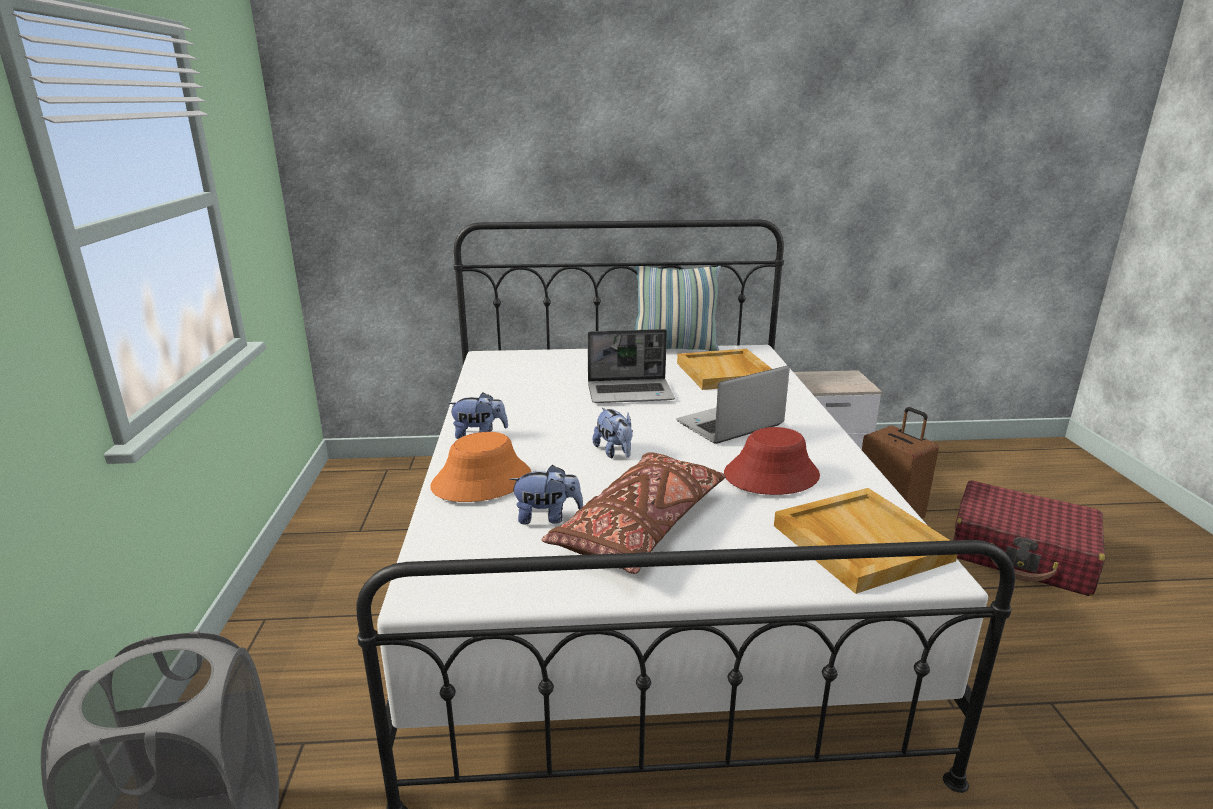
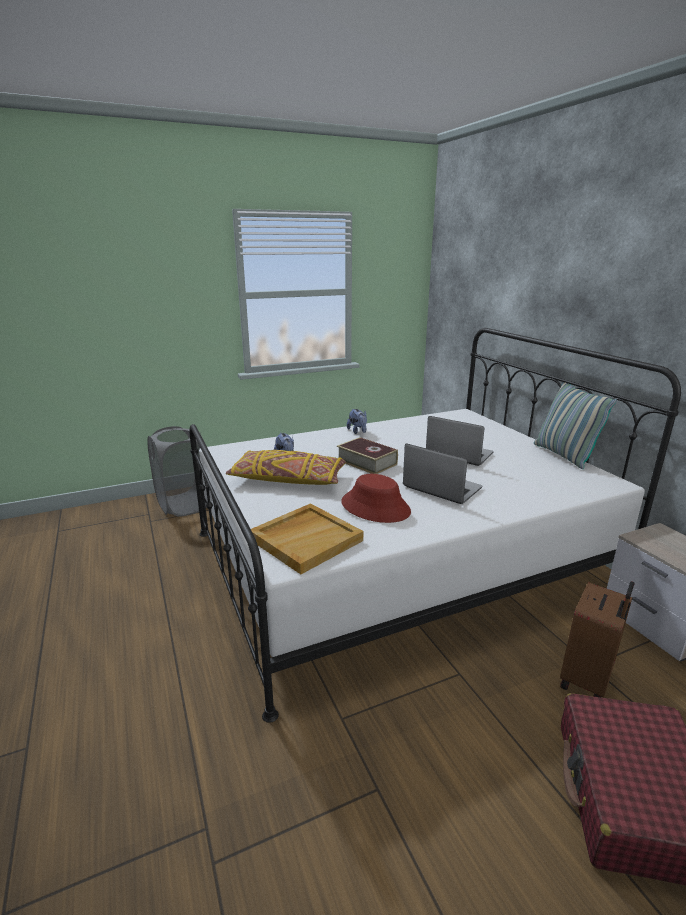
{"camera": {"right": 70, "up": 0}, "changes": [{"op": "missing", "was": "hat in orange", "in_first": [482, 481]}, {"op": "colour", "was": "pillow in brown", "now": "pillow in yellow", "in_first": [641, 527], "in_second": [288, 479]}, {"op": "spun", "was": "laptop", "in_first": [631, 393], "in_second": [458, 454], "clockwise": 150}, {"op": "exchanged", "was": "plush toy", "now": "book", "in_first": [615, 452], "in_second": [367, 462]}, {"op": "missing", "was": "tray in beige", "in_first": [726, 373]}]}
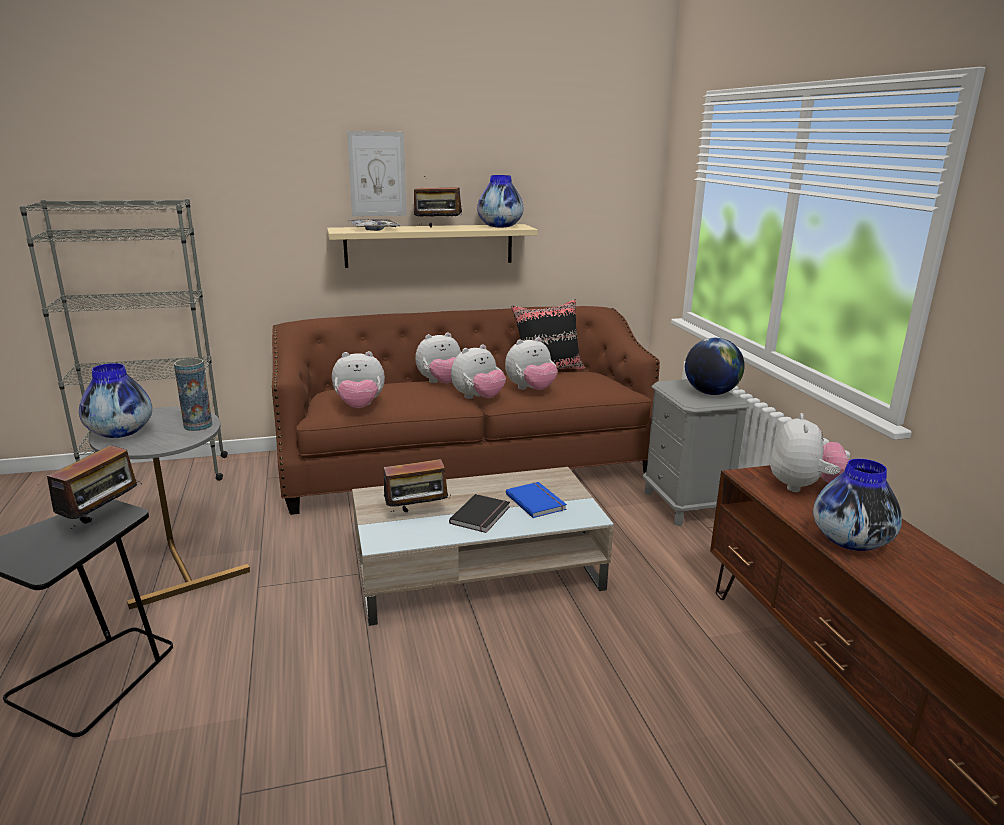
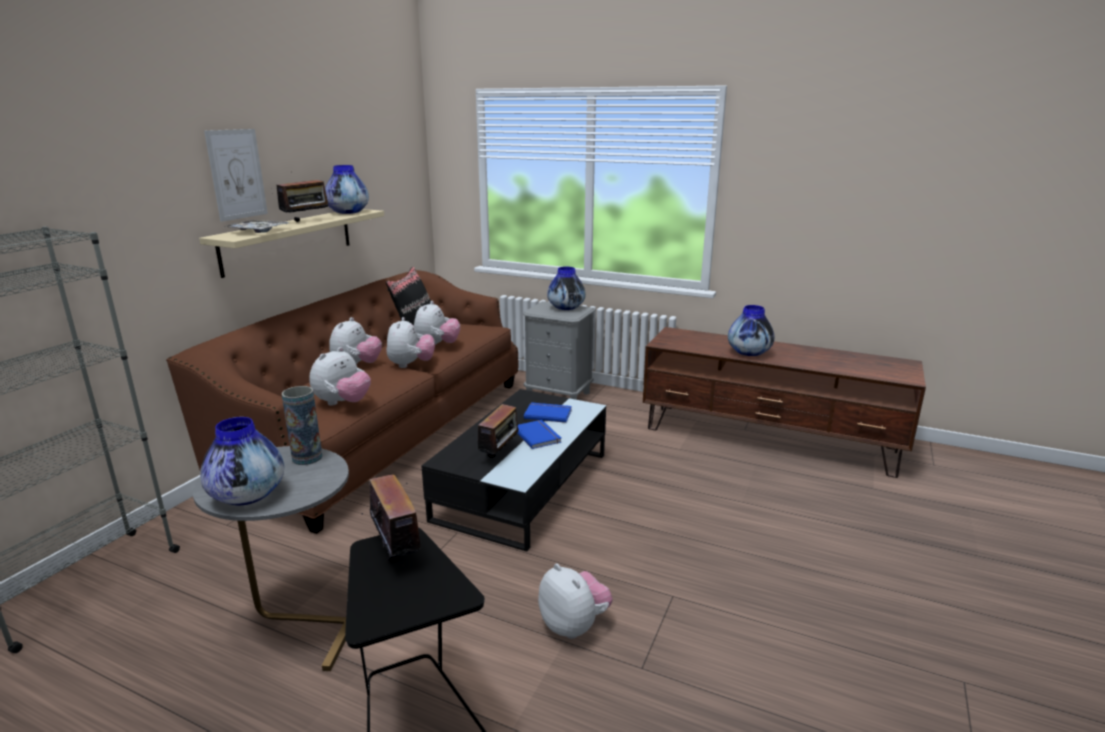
{"camera": {"right": -50, "up": 0}, "changes": [{"op": "colour", "was": "coffee table in beige", "now": "coffee table in black", "in_first": [477, 570], "in_second": [523, 486]}, {"op": "colour", "was": "book in black", "now": "book in blue", "in_first": [482, 515], "in_second": [538, 435]}, {"op": "exchanged", "was": "globe", "now": "vase", "in_first": [710, 393], "in_second": [566, 308]}, {"op": "relocated", "was": "plush toy", "in_first": [803, 487], "in_second": [574, 625]}]}
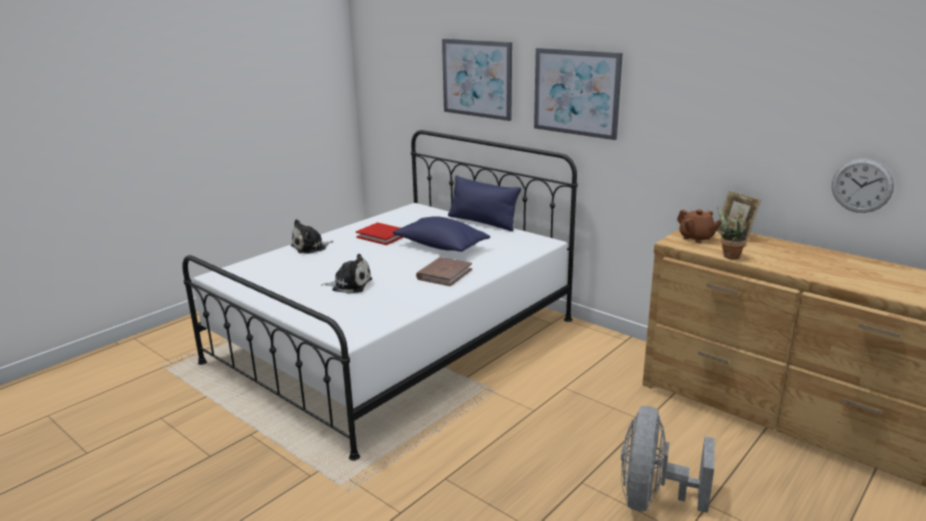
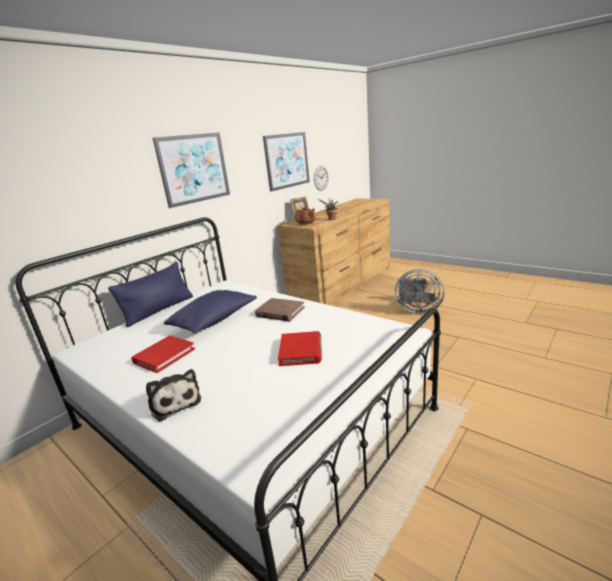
{"camera": {"right": -90, "up": 0}, "changes": [{"op": "exchanged", "was": "plush toy", "now": "book in red", "in_first": [349, 285], "in_second": [301, 351]}, {"op": "relocated", "was": "picture", "in_first": [477, 78], "in_second": [287, 160]}]}
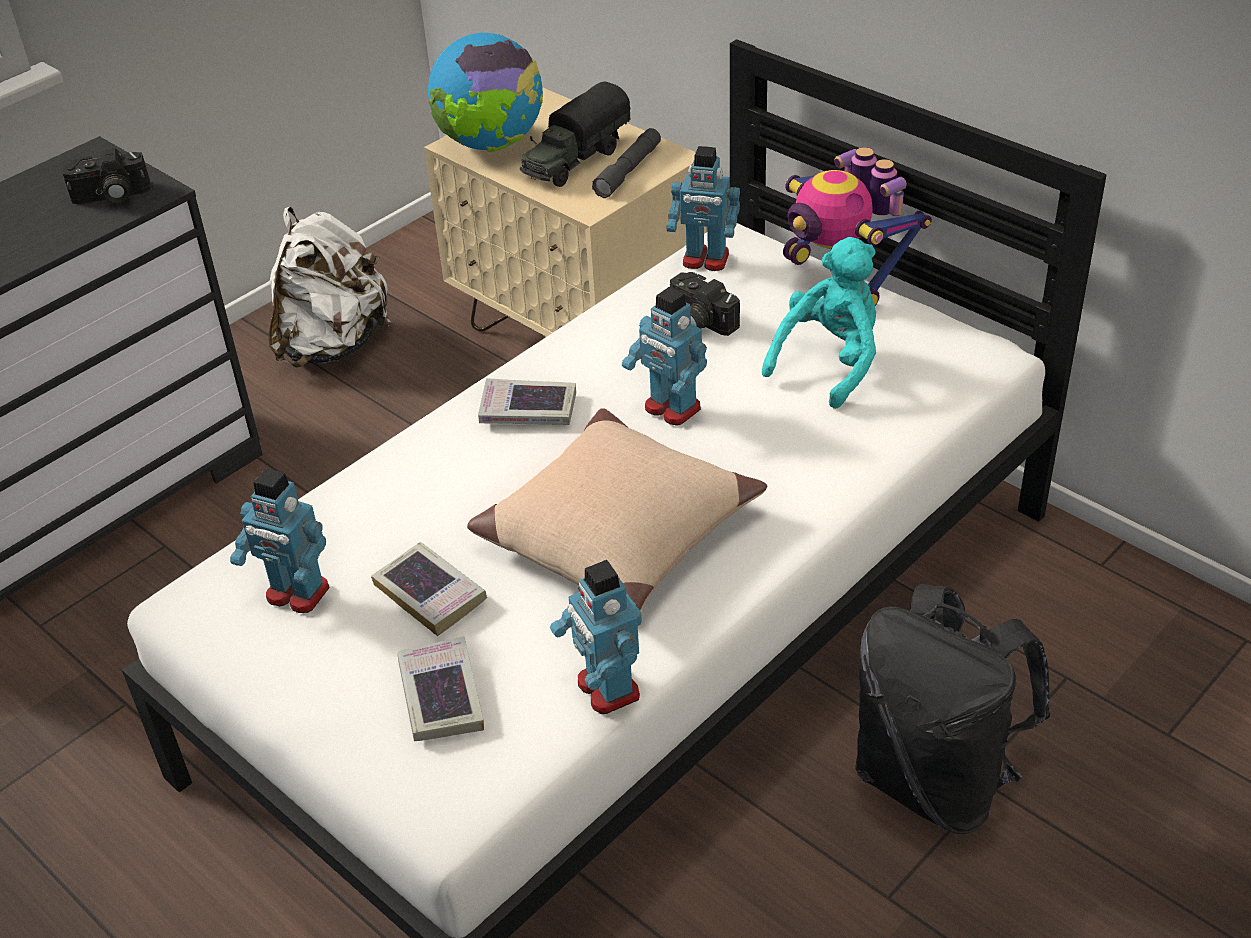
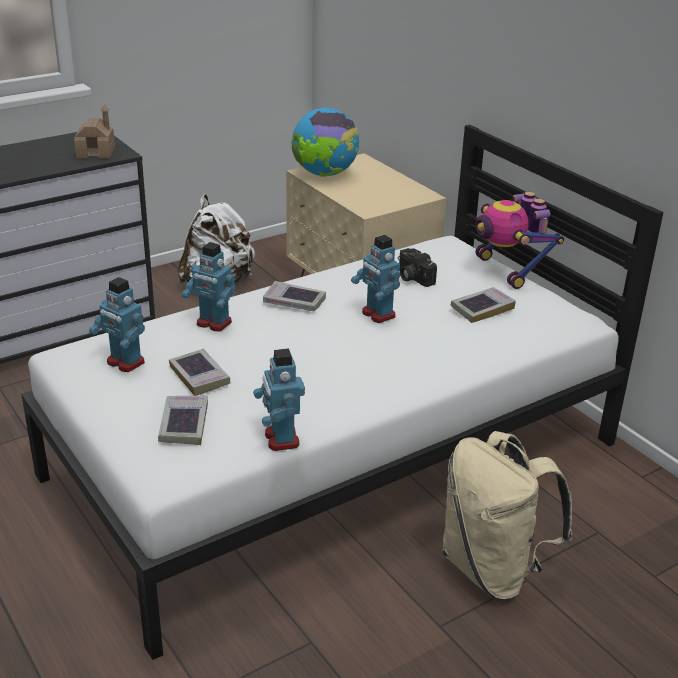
{"camera": {"right": 10, "up": -10}, "changes": [{"op": "exchanged", "was": "photo camera", "now": "toy house", "in_first": [111, 197], "in_second": [96, 152]}, {"op": "missing", "was": "pillow in beige", "in_first": [616, 531]}, {"op": "missing", "was": "toy truck", "in_first": [575, 161]}, {"op": "missing", "was": "flashlight in grey", "in_first": [628, 171]}, {"op": "relocated", "was": "toy robot", "in_first": [705, 260], "in_second": [213, 323]}, {"op": "exchanged", "was": "plush toy in turquoise", "now": "book", "in_first": [830, 363], "in_second": [482, 309]}, {"op": "colour", "was": "backpack in black", "now": "backpack in beige", "in_first": [935, 780], "in_second": [493, 570]}]}
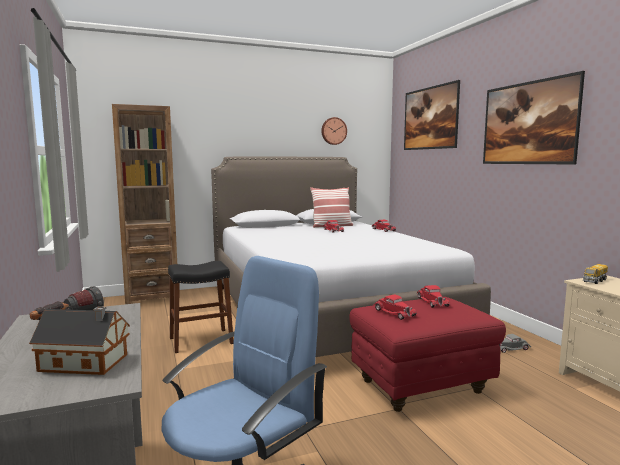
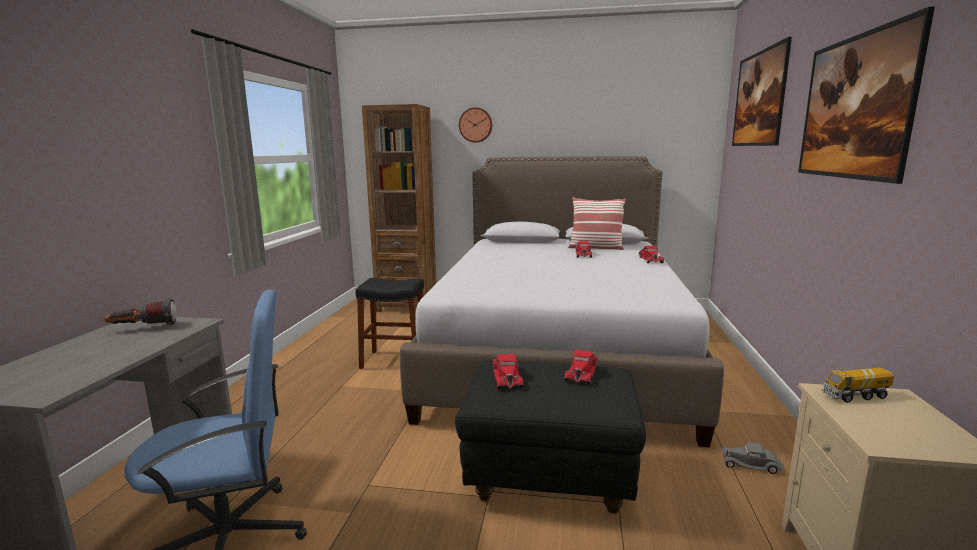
{"camera": {"right": 30, "up": 5}, "changes": [{"op": "missing", "was": "toy house", "in_first": [86, 363]}, {"op": "relocated", "was": "wall clock", "in_first": [333, 131], "in_second": [475, 125]}, {"op": "colour", "was": "ottoman in red", "now": "ottoman in black", "in_first": [421, 386], "in_second": [550, 478]}]}
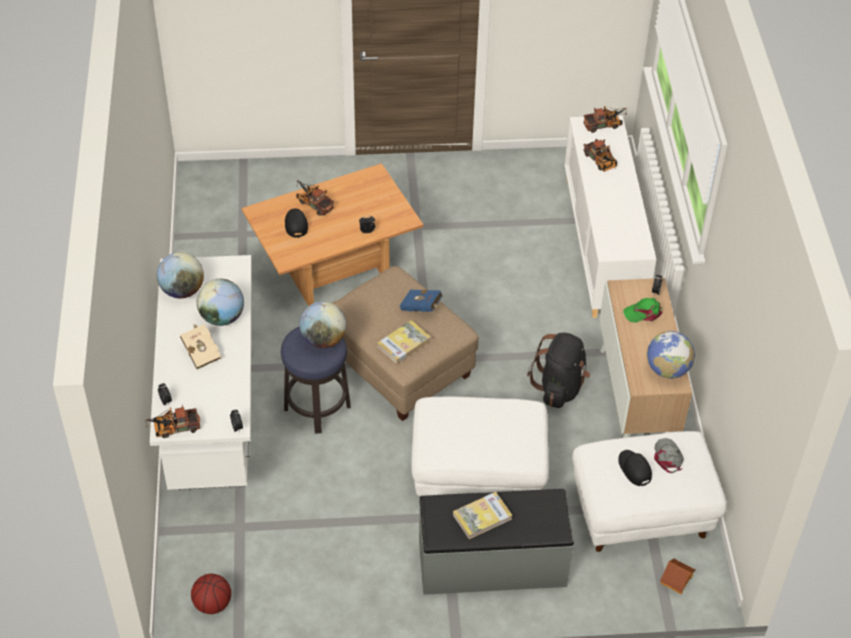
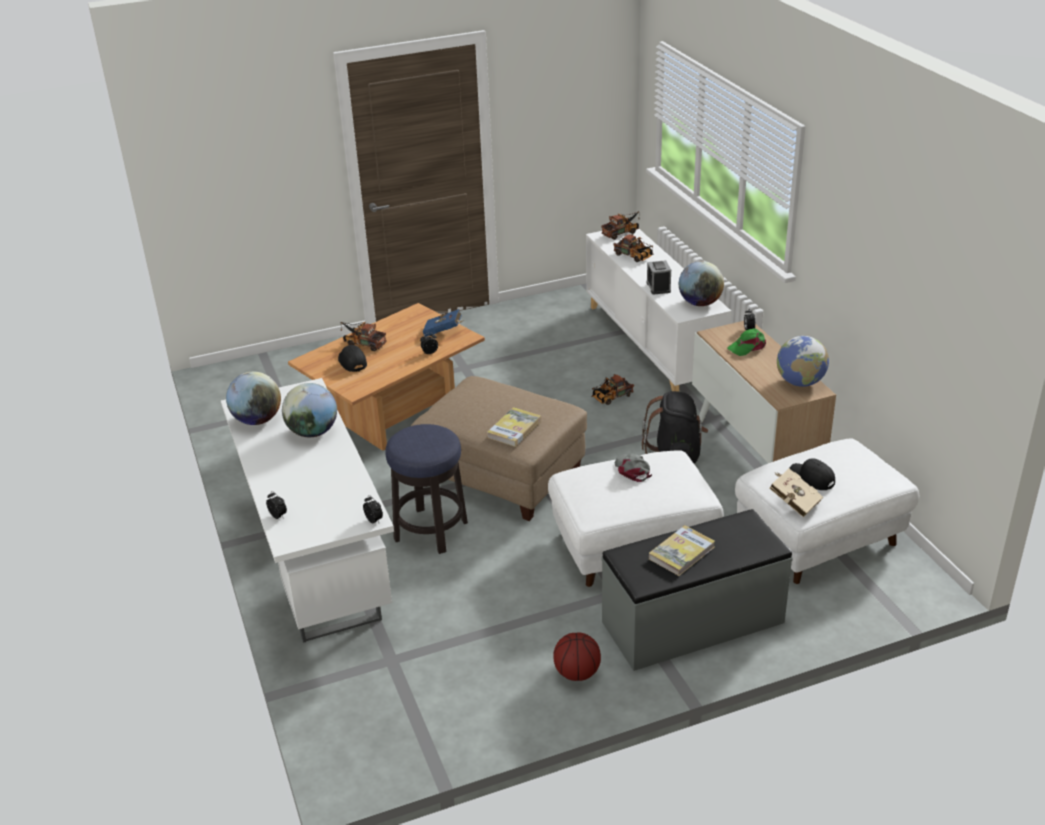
{"camera": {"right": -15, "up": -15}, "changes": [{"op": "relocated", "was": "toy truck", "in_first": [174, 428], "in_second": [610, 398]}, {"op": "relocated", "was": "book in beige", "in_first": [201, 352], "in_second": [793, 501]}, {"op": "relocated", "was": "basketball", "in_first": [213, 604], "in_second": [577, 673]}, {"op": "relocated", "was": "globe", "in_first": [323, 339], "in_second": [700, 303]}, {"op": "relocated", "was": "book in blue", "in_first": [422, 308], "in_second": [444, 332]}, {"op": "relocated", "was": "cap in grey", "in_first": [668, 457], "in_second": [632, 470]}, {"op": "missing", "was": "toy house", "in_first": [676, 580]}, {"op": "appeared", "now": "alarm clock", "in_second": [658, 287]}]}
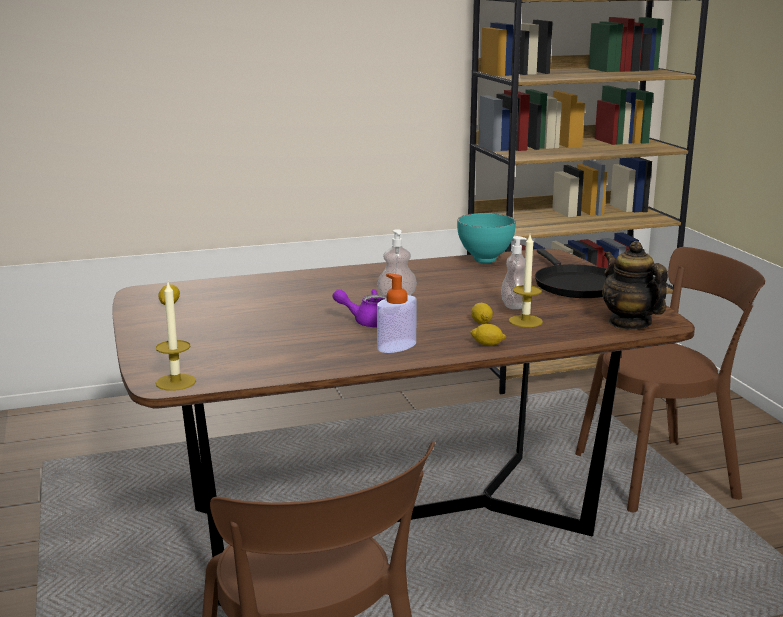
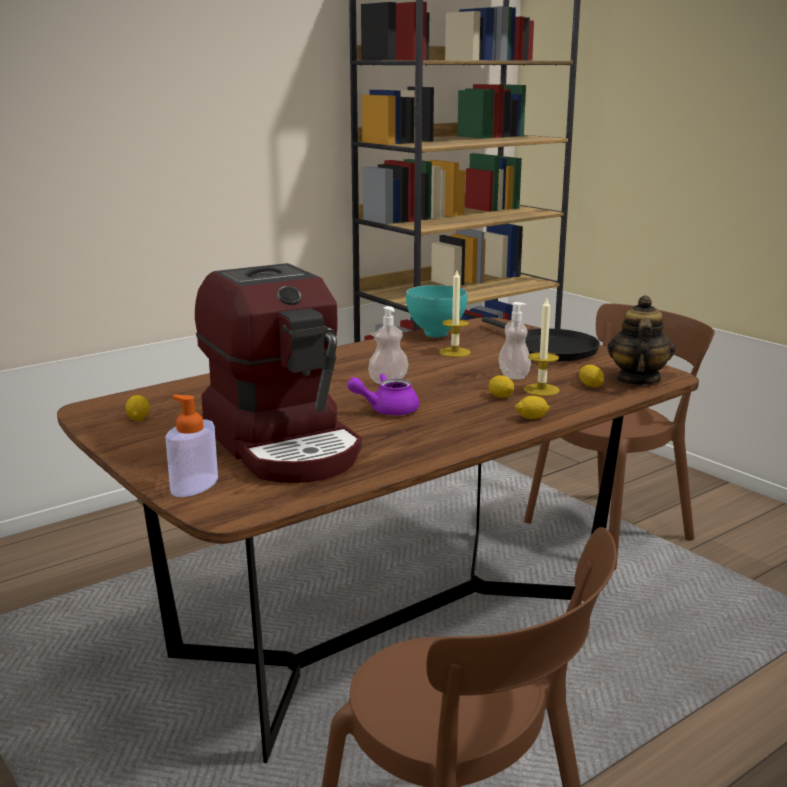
{"camera": {"right": -20, "up": 0}, "changes": [{"op": "relocated", "was": "candle", "in_first": [175, 382], "in_second": [455, 352]}, {"op": "relocated", "was": "soap dispenser", "in_first": [396, 346], "in_second": [194, 485]}, {"op": "spun", "was": "teapot", "in_first": [629, 323], "in_second": [637, 380], "clockwise": 60}, {"op": "appeared", "now": "coffee machine", "in_second": [284, 444]}, {"op": "appeared", "now": "lemon", "in_second": [591, 385]}]}
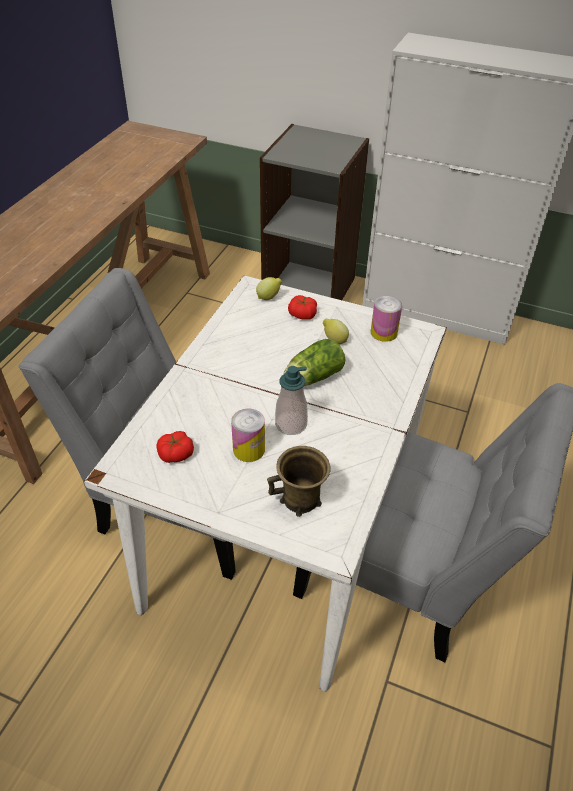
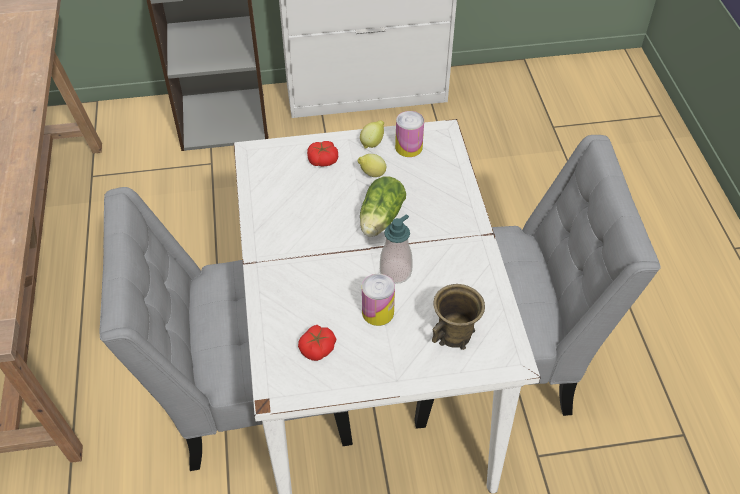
{"camera": {"right": -30, "up": 5}, "changes": [{"op": "relocated", "was": "lemon", "in_first": [269, 297], "in_second": [372, 143]}]}
